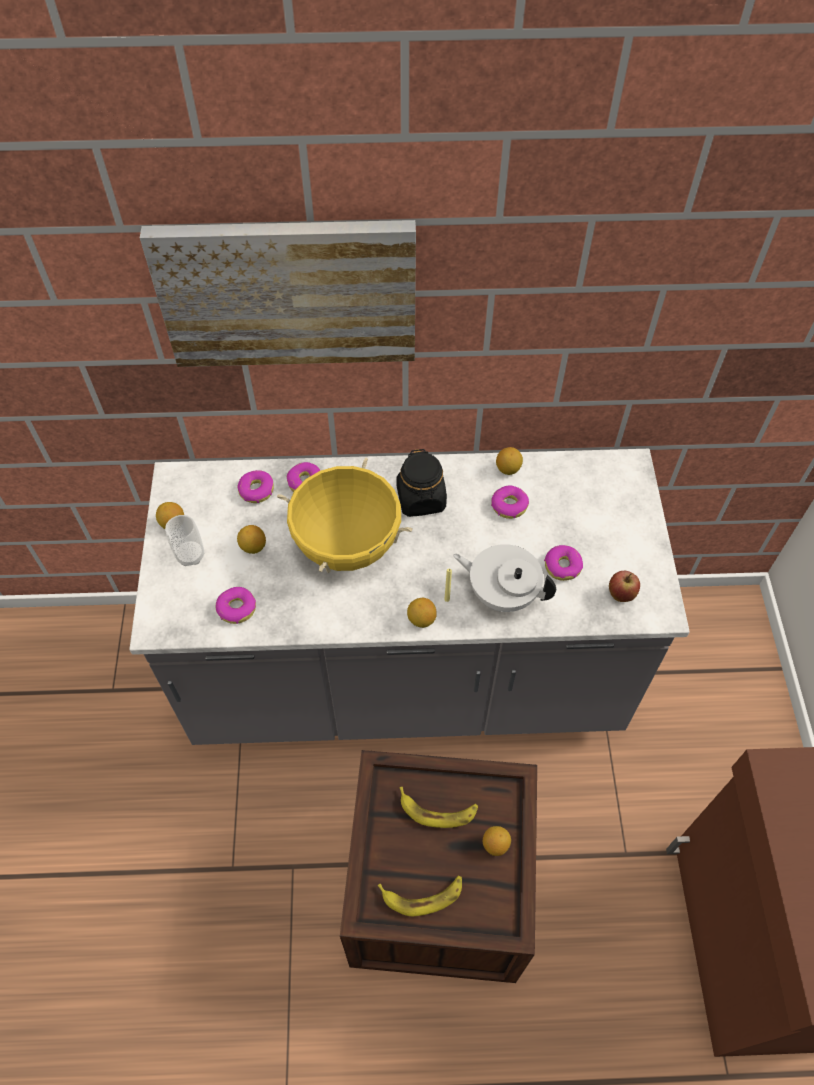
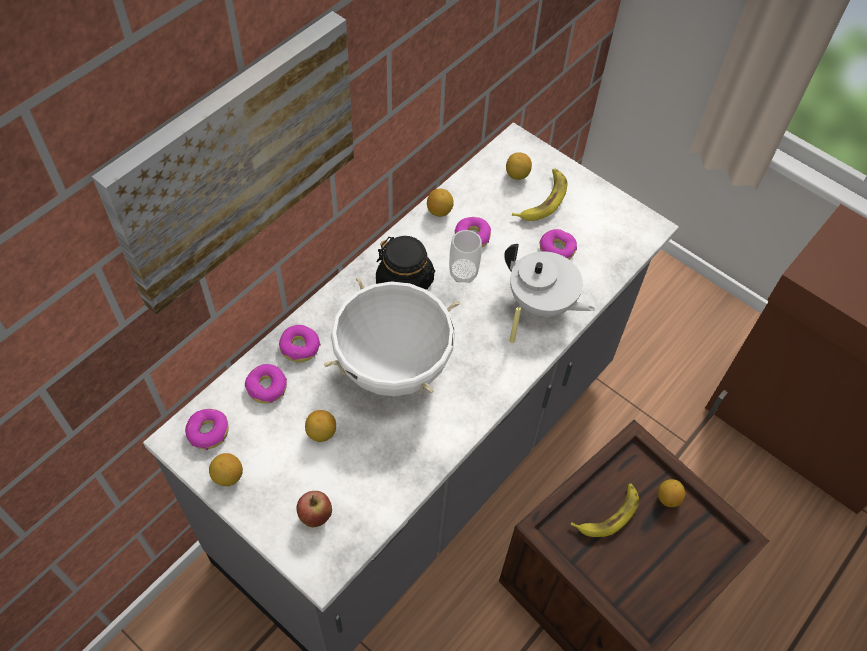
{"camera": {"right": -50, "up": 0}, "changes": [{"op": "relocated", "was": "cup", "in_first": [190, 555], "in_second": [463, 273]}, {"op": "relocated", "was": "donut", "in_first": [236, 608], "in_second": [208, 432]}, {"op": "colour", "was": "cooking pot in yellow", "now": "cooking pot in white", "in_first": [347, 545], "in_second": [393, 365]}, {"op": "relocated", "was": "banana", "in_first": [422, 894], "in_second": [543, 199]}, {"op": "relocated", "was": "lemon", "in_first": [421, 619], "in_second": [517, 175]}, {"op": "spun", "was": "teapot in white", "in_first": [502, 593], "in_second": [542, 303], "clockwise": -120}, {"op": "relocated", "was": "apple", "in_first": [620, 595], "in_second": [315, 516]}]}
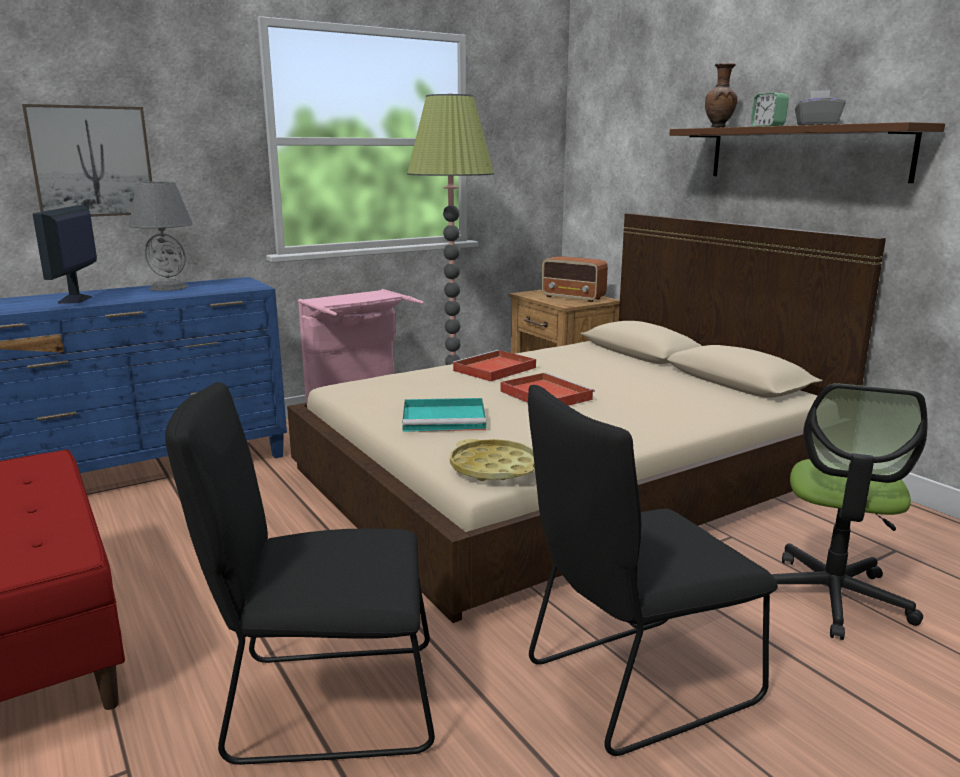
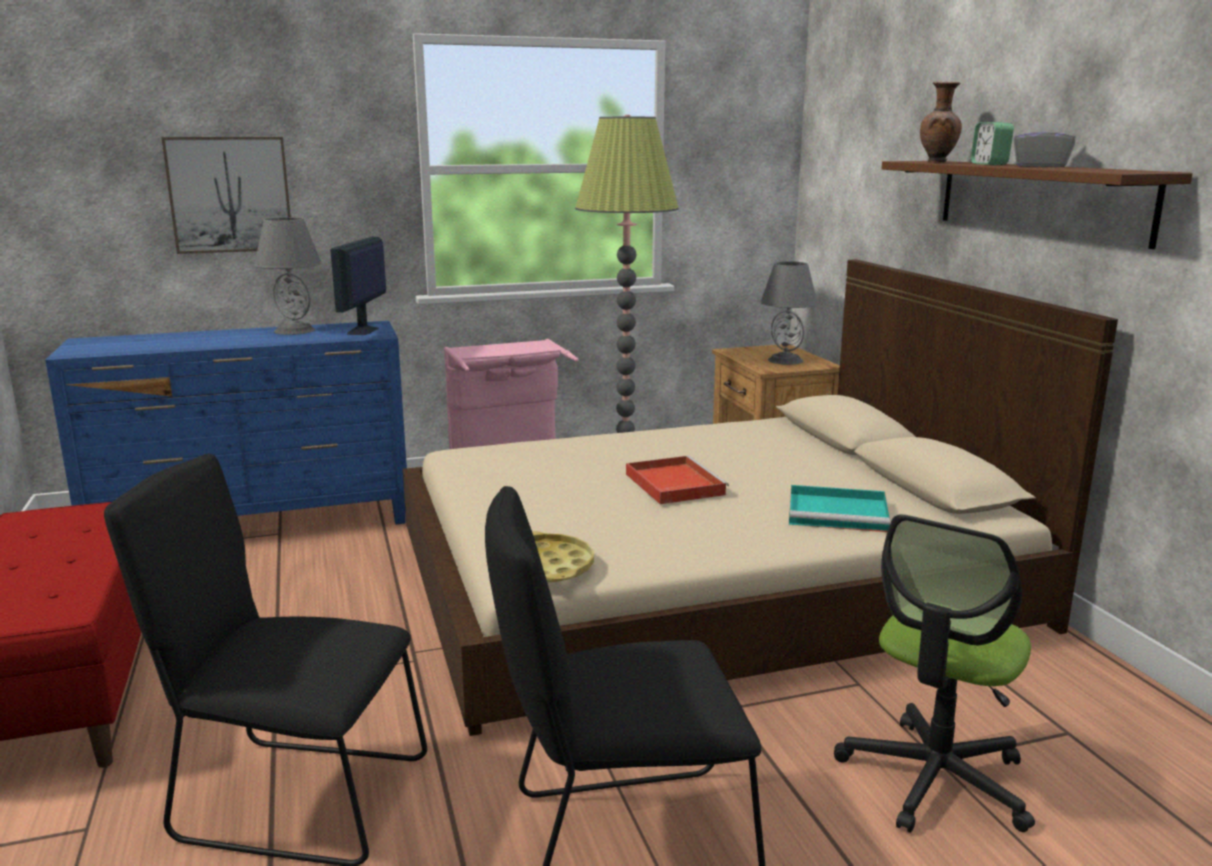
{"camera": {"right": 15, "up": 0}, "changes": [{"op": "relocated", "was": "monitor", "in_first": [75, 299], "in_second": [362, 331]}, {"op": "relocated", "was": "tray in turquoise", "in_first": [446, 419], "in_second": [839, 513]}, {"op": "missing", "was": "tray in red", "in_first": [493, 369]}, {"op": "exchanged", "was": "radio", "now": "table lamp in grey", "in_first": [573, 298], "in_second": [786, 360]}]}
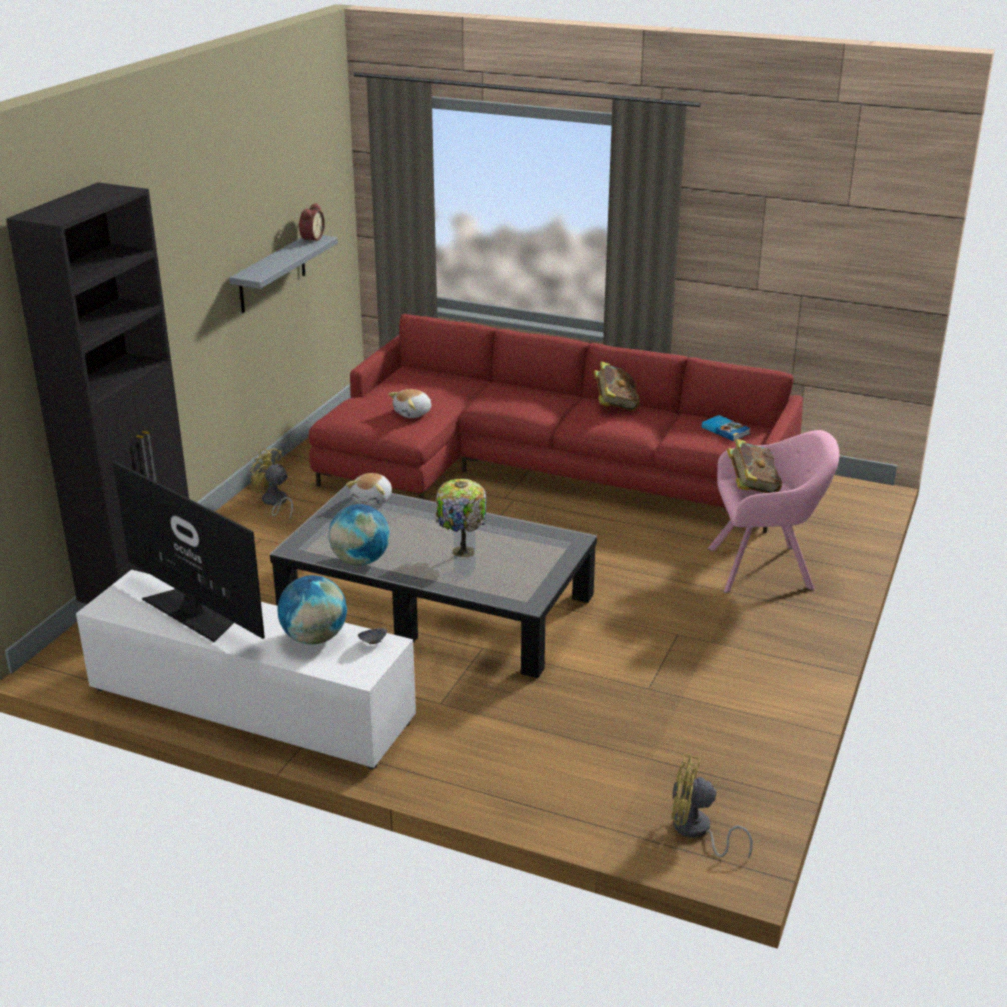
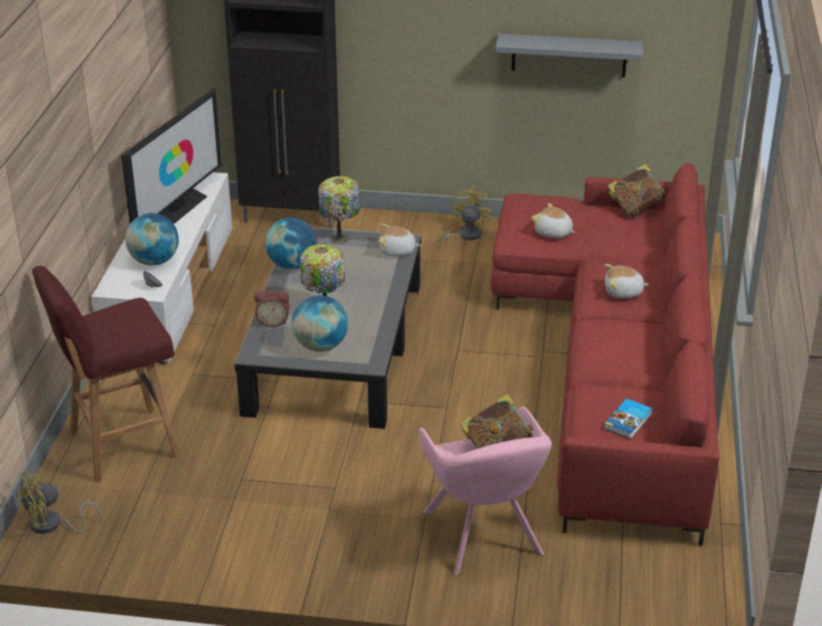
{"camera": {"right": 75, "up": 5}, "changes": [{"op": "relocated", "was": "alarm clock", "in_first": [311, 239], "in_second": [273, 321]}, {"op": "relocated", "was": "book", "in_first": [615, 405], "in_second": [635, 208]}, {"op": "spun", "was": "fan in yellow", "in_first": [696, 831], "in_second": [52, 525], "clockwise": -120}, {"op": "appeared", "now": "stool in red", "in_second": [121, 445]}, {"op": "appeared", "now": "globe", "in_second": [320, 346]}, {"op": "appeared", "now": "table lamp", "in_second": [340, 237]}, {"op": "appeared", "now": "plush toy", "in_second": [623, 292]}]}
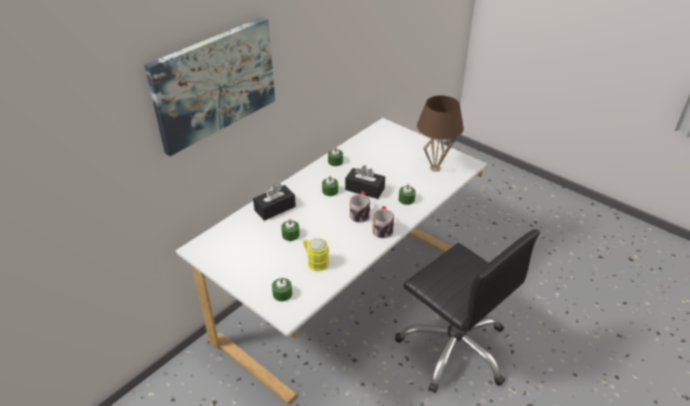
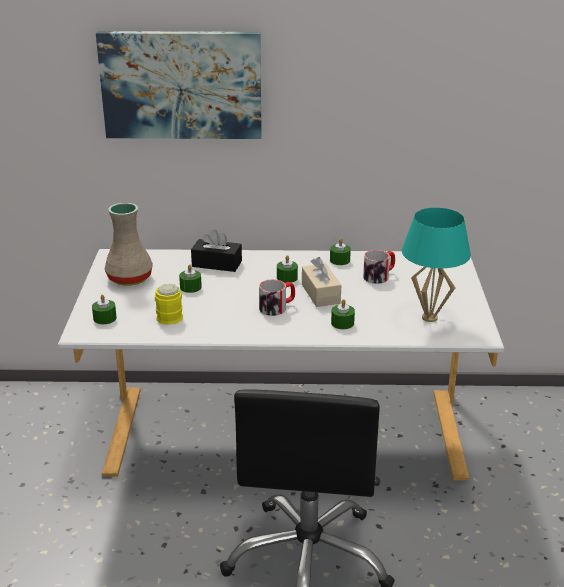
{"camera": {"right": 50, "up": -10}, "changes": [{"op": "colour", "was": "tissue box in black", "now": "tissue box in beige", "in_first": [365, 189], "in_second": [320, 294]}, {"op": "relocated", "was": "mug", "in_first": [382, 228], "in_second": [379, 276]}, {"op": "colour", "was": "table lamp in brown", "now": "table lamp in turquoise", "in_first": [435, 168], "in_second": [429, 317]}, {"op": "appeared", "now": "vase in beige", "in_second": [129, 278]}]}
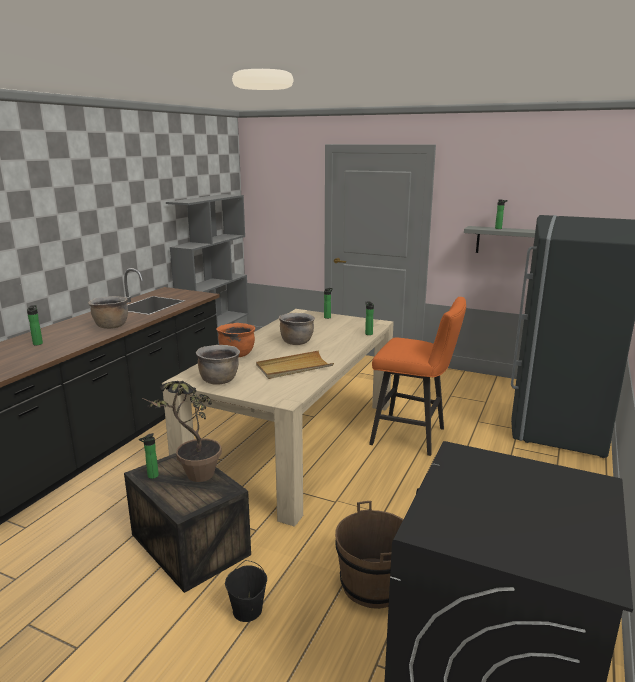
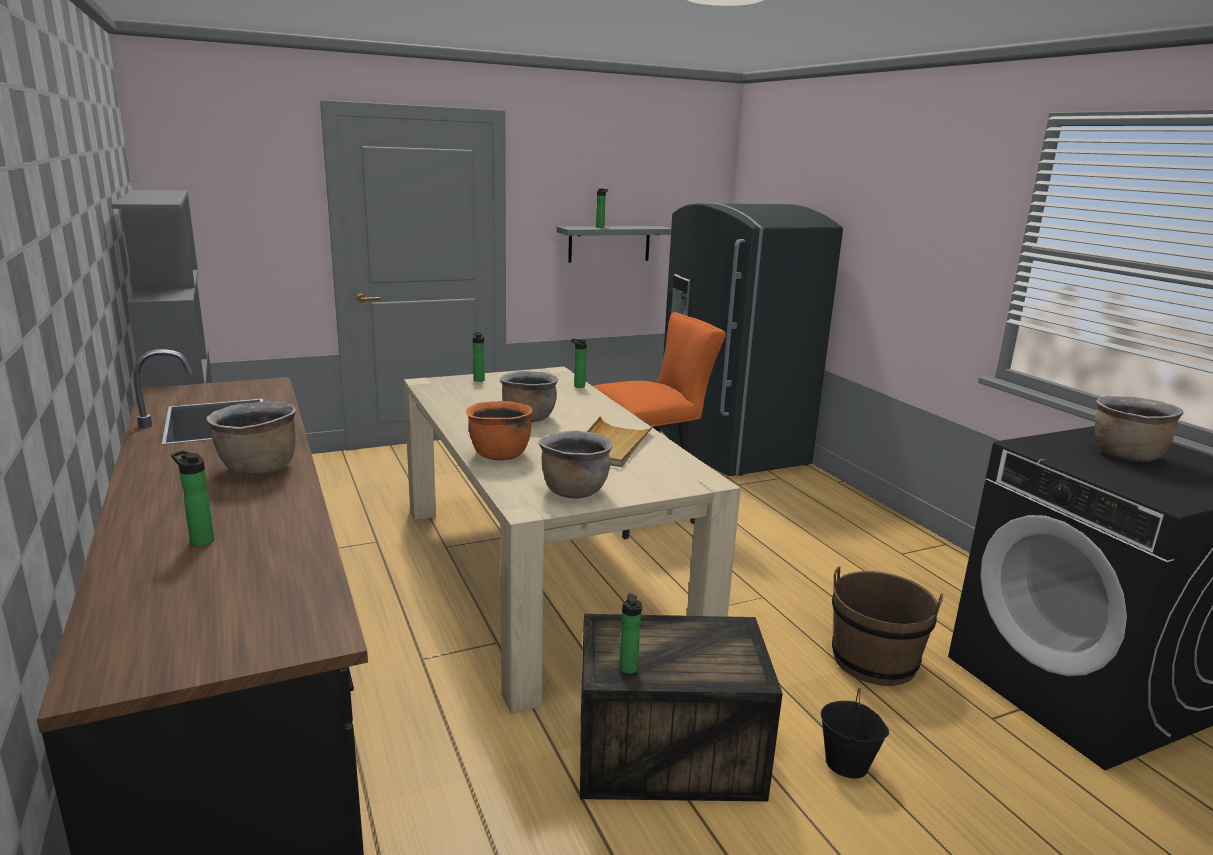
{"camera": {"right": -50, "up": 0}, "changes": [{"op": "missing", "was": "potted plant", "in_first": [193, 479]}, {"op": "appeared", "now": "cooking pot in brown", "in_second": [1125, 456]}]}
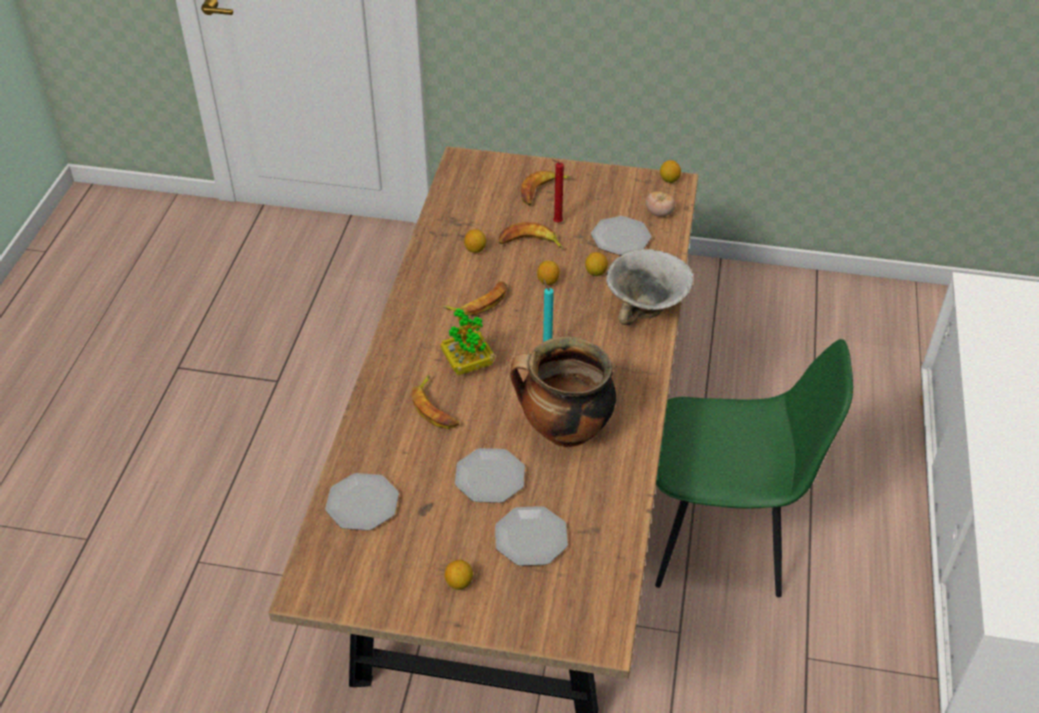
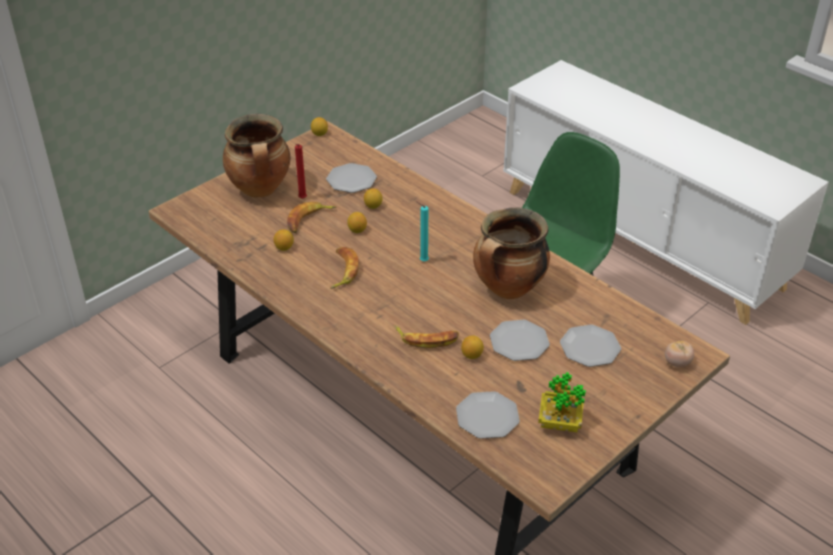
{"camera": {"right": -55, "up": -5}, "changes": [{"op": "relocated", "was": "potted plant", "in_first": [468, 364], "in_second": [559, 422]}, {"op": "relocated", "was": "lemon", "in_first": [459, 583], "in_second": [472, 355]}, {"op": "exchanged", "was": "banana", "now": "cooking pot", "in_first": [542, 191], "in_second": [261, 190]}, {"op": "missing", "was": "bowl", "in_first": [646, 310]}, {"op": "relocated", "was": "tomato", "in_first": [659, 213], "in_second": [677, 363]}]}
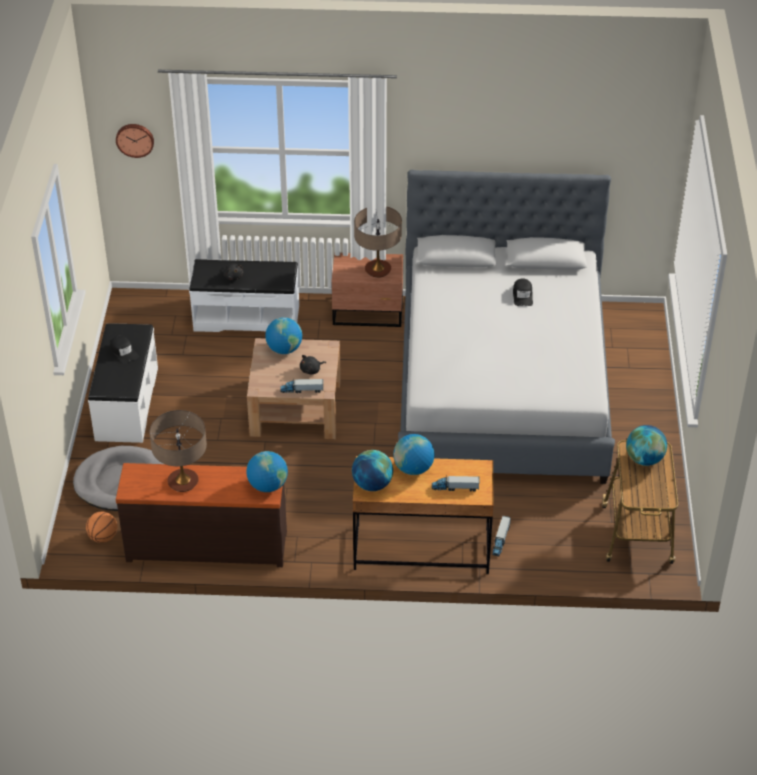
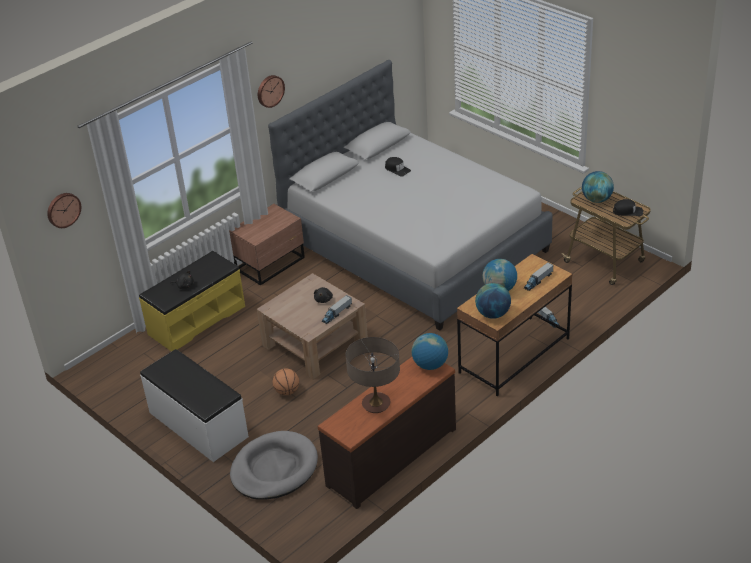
{"camera": {"right": -45, "up": -5}, "changes": [{"op": "relocated", "was": "basketball", "in_first": [103, 537], "in_second": [287, 391]}, {"op": "relocated", "was": "cap in black", "in_first": [123, 352], "in_second": [628, 211]}, {"op": "colour", "was": "bench in white", "now": "bench in yellow", "in_first": [246, 317], "in_second": [196, 320]}, {"op": "missing", "was": "globe", "in_first": [284, 349]}, {"op": "missing", "was": "table lamp", "in_first": [377, 270]}, {"op": "appeared", "now": "wall clock", "in_second": [269, 90]}]}
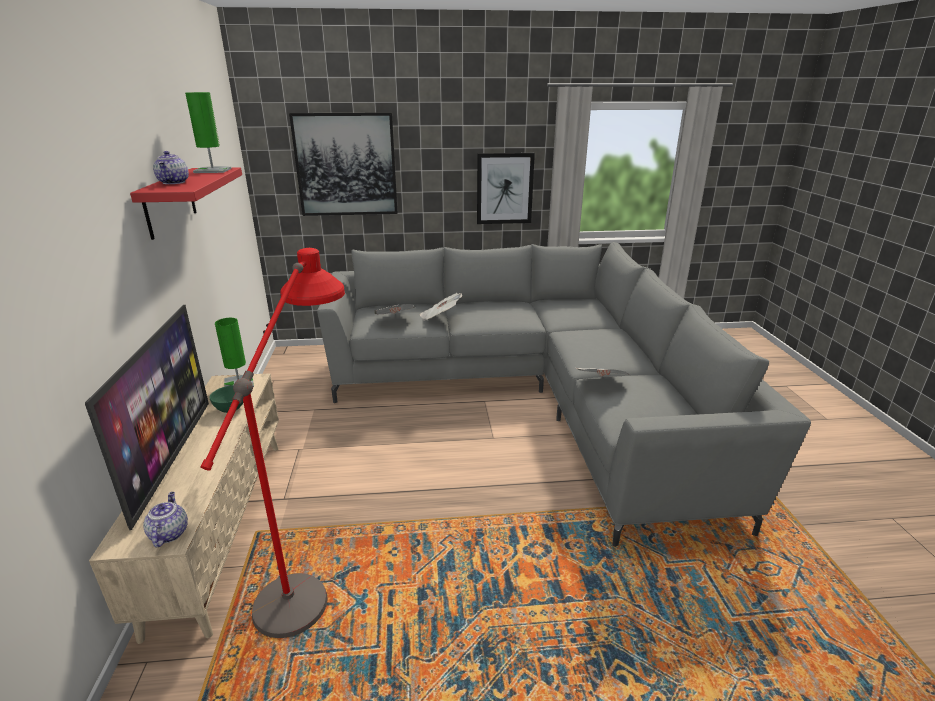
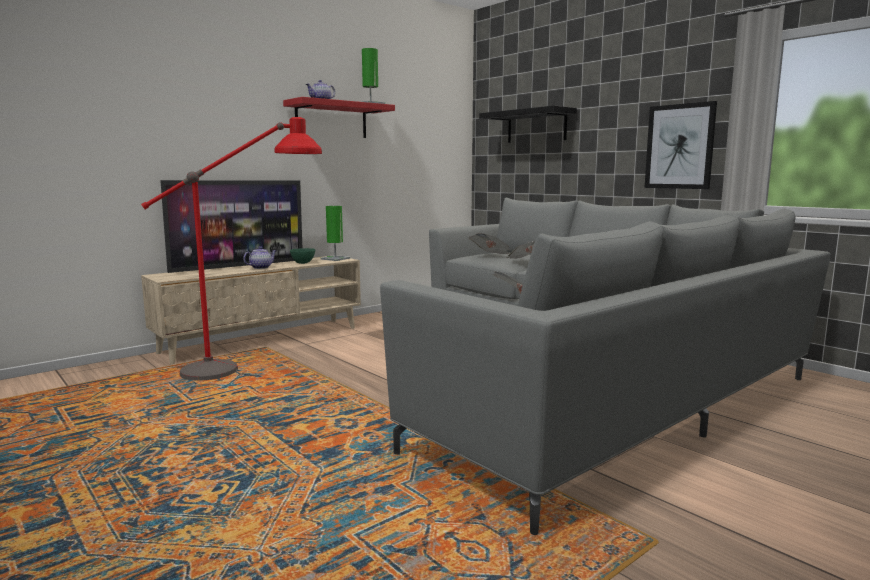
{"camera": {"right": 55, "up": -15}, "changes": [{"op": "relocated", "was": "teapot", "in_first": [169, 533], "in_second": [261, 267]}, {"op": "exchanged", "was": "picture", "now": "shelf in black", "in_first": [346, 165], "in_second": [536, 126]}]}
